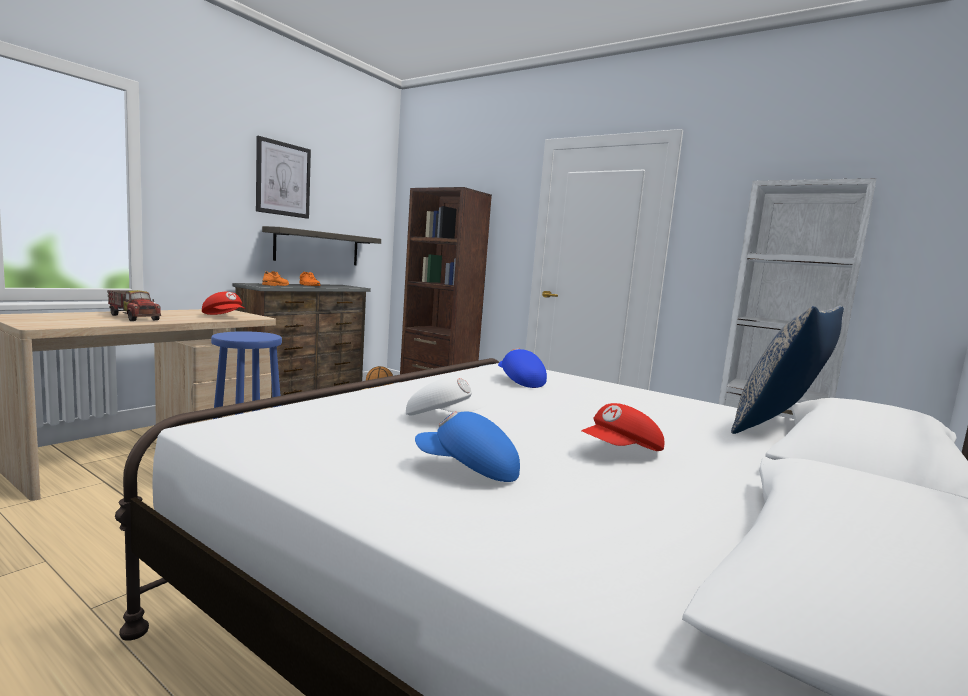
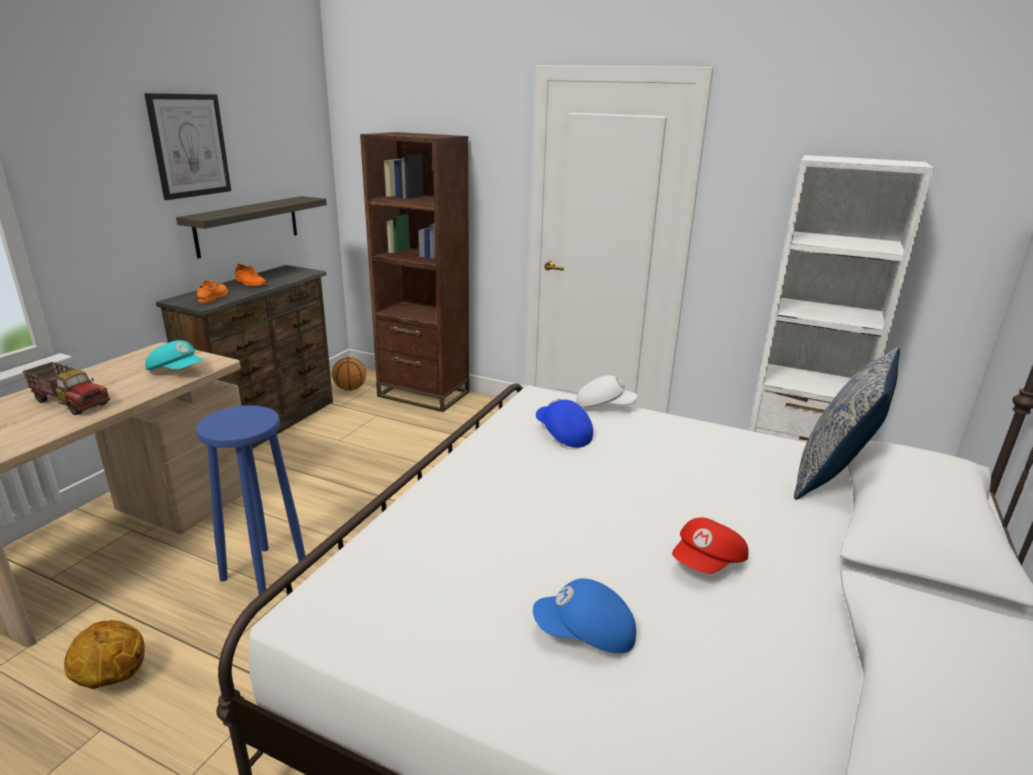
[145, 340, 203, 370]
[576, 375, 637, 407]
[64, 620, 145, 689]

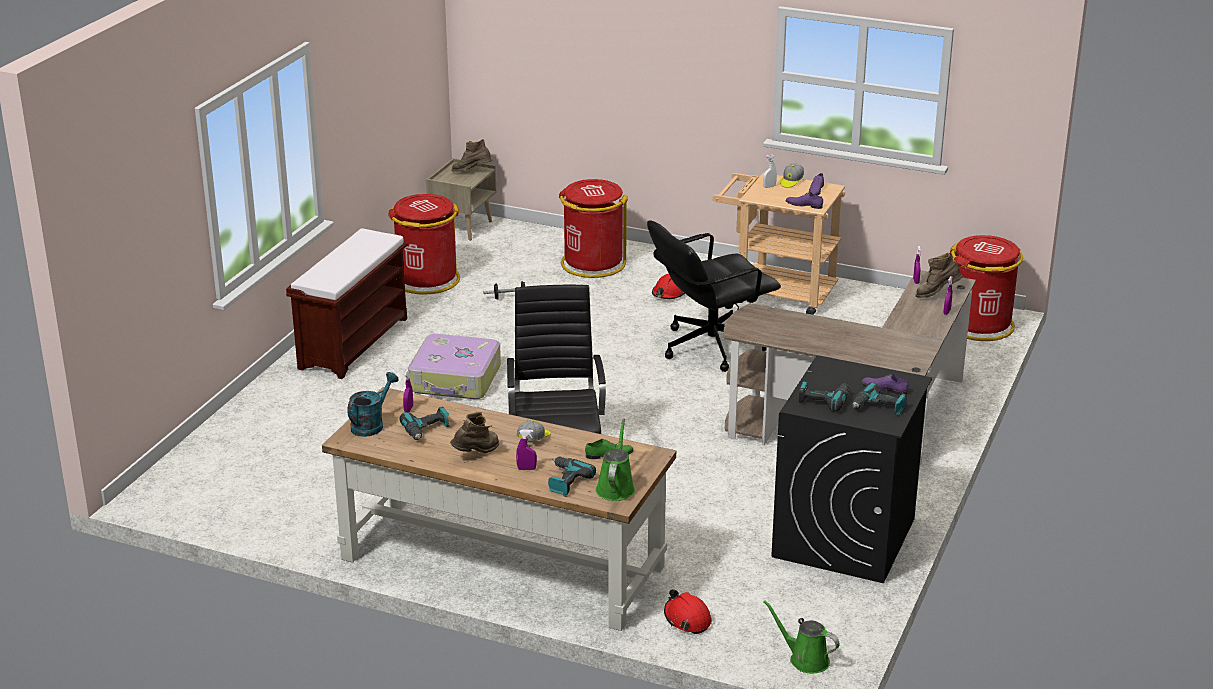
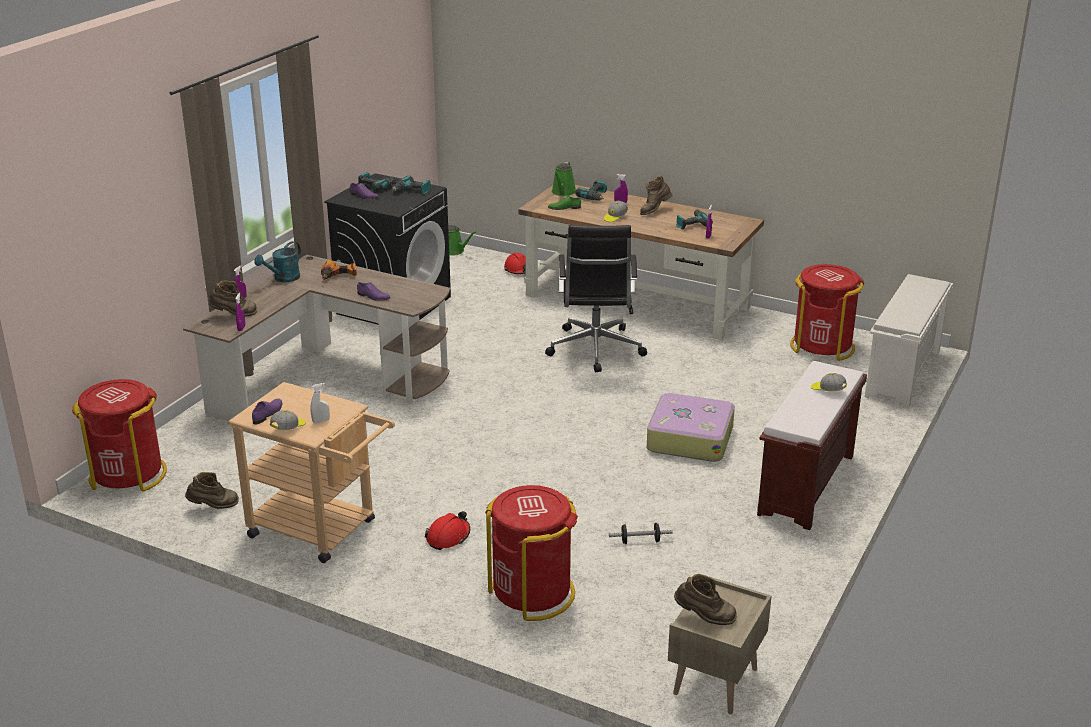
[357, 282, 391, 301]
[790, 264, 864, 361]
[647, 220, 781, 372] (first image)
[254, 241, 301, 282]
[321, 260, 357, 282]
[865, 274, 953, 408]
[811, 373, 847, 391]
[185, 472, 239, 509]

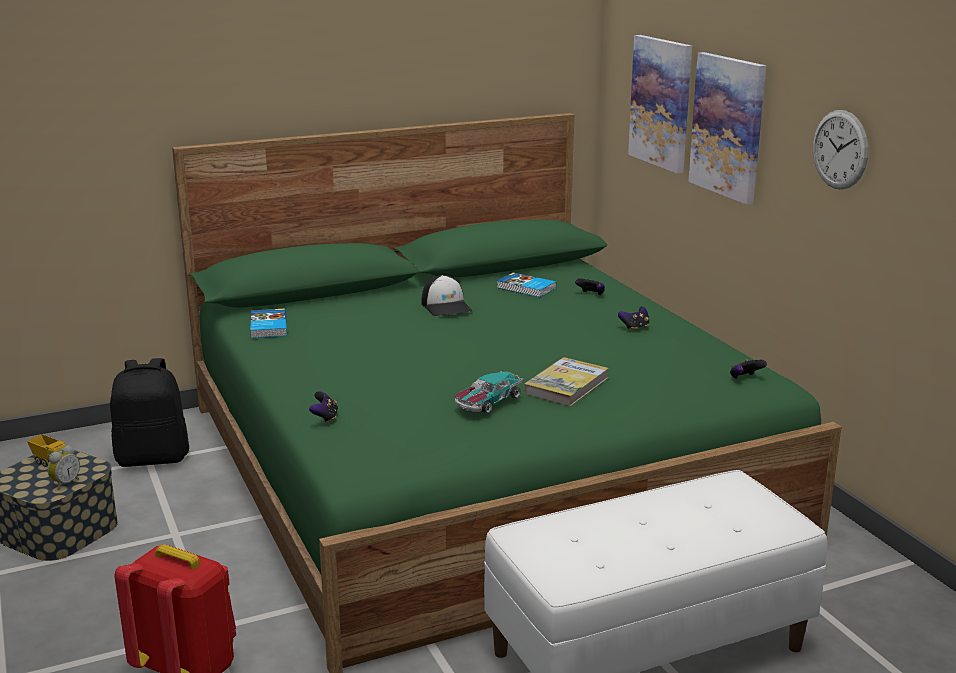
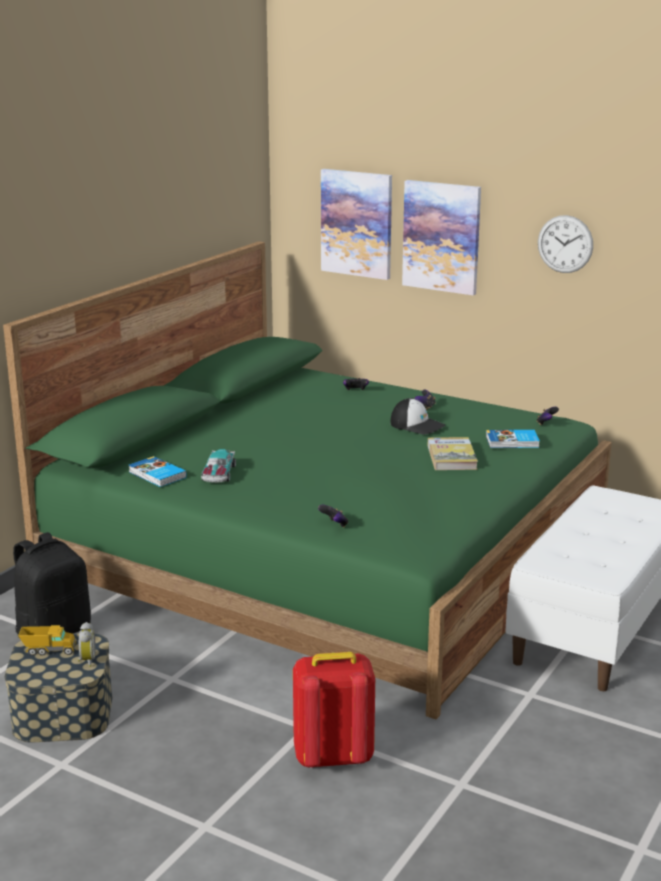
[486, 430, 540, 448]
[390, 398, 445, 435]
[201, 449, 236, 483]

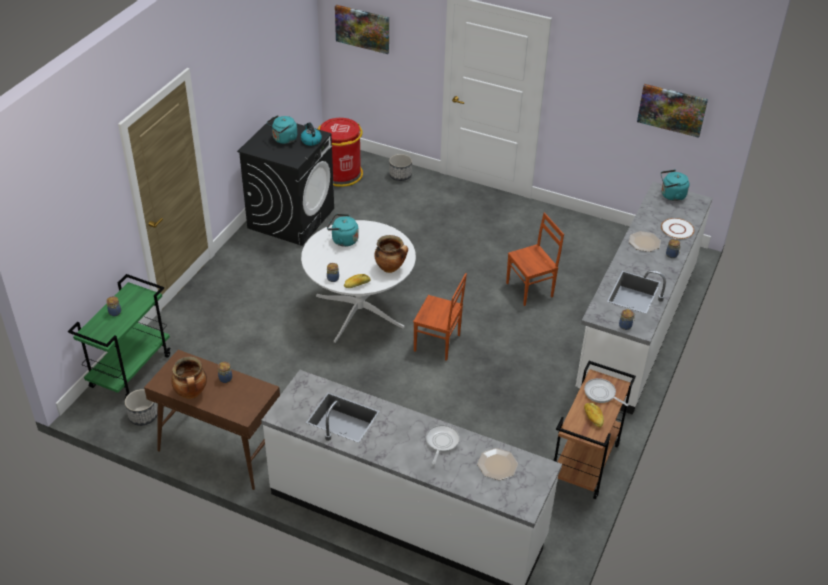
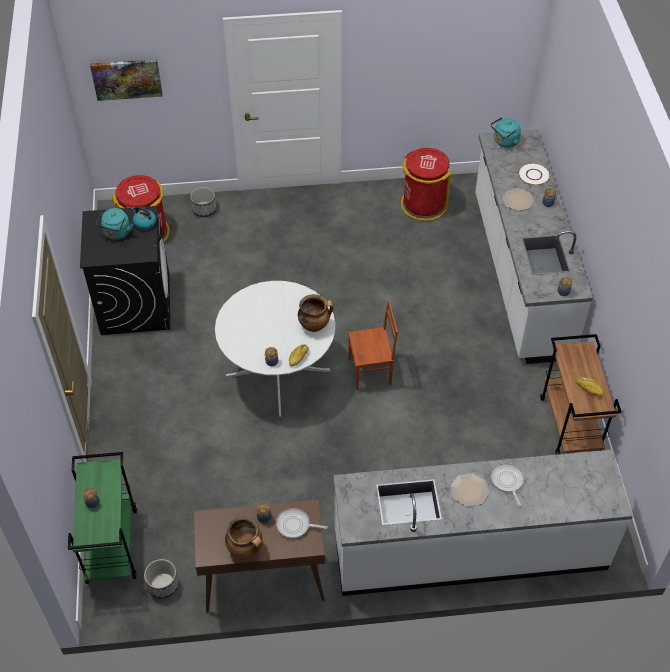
[637, 84, 708, 138] (first image)
[506, 213, 564, 306] (first image)
[327, 214, 359, 247] (first image)
[276, 508, 327, 539]
[450, 473, 489, 507]
[401, 148, 451, 221]

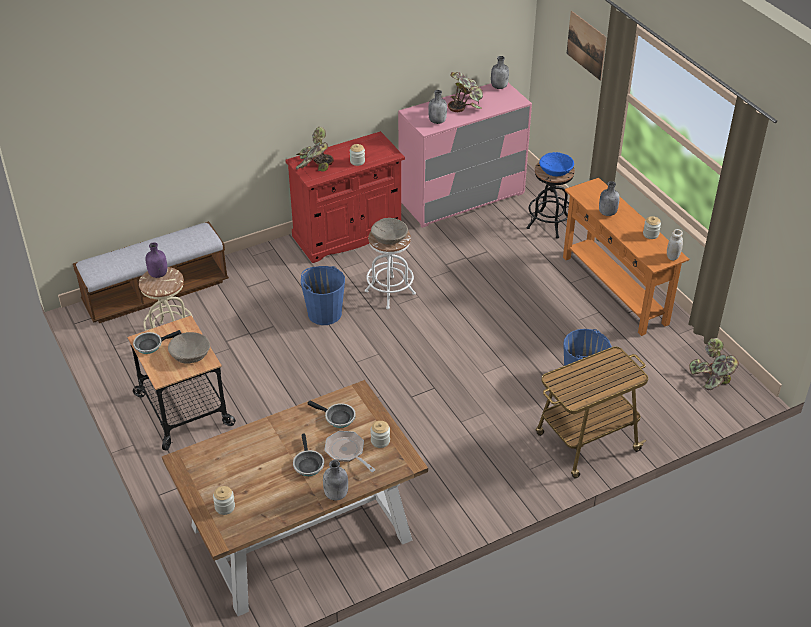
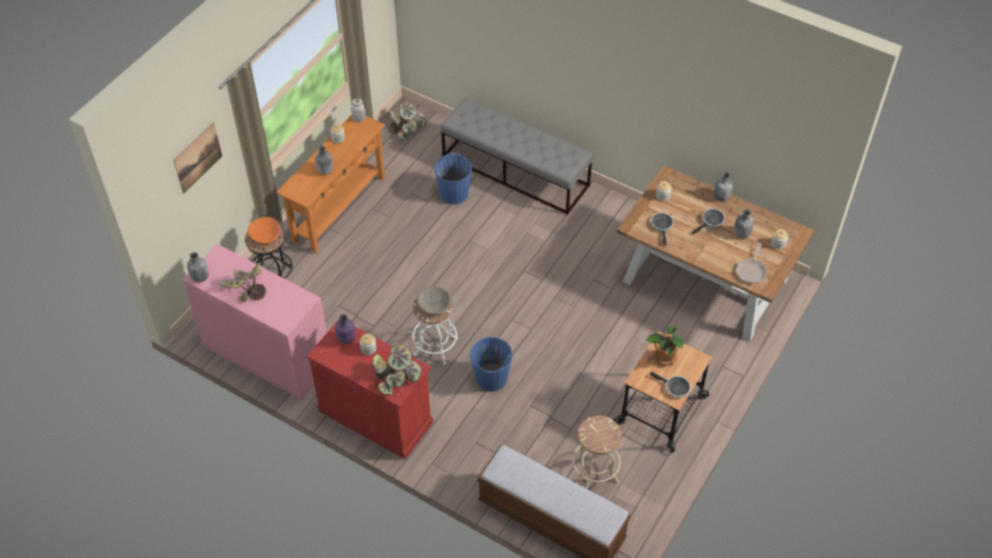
[734, 210, 754, 239]
[248, 217, 280, 245]
[335, 314, 356, 344]
[646, 326, 684, 366]
[441, 98, 593, 215]
[736, 243, 767, 284]

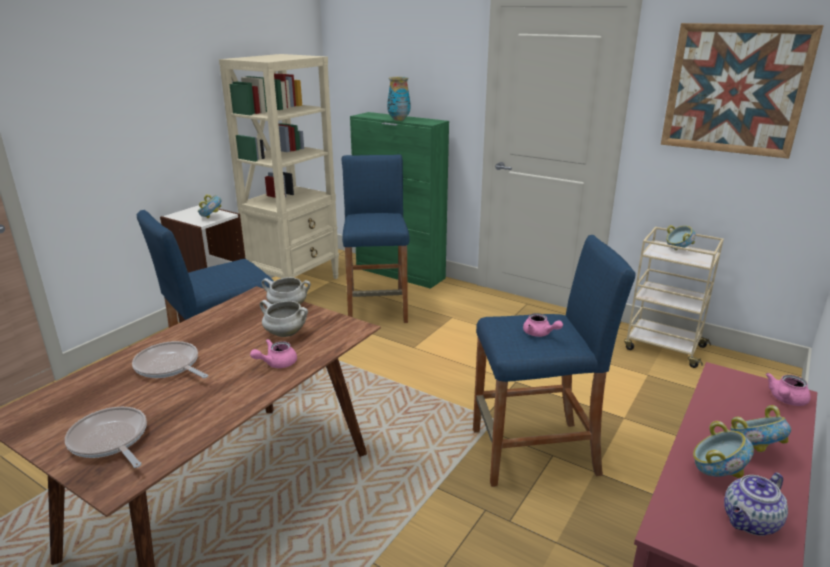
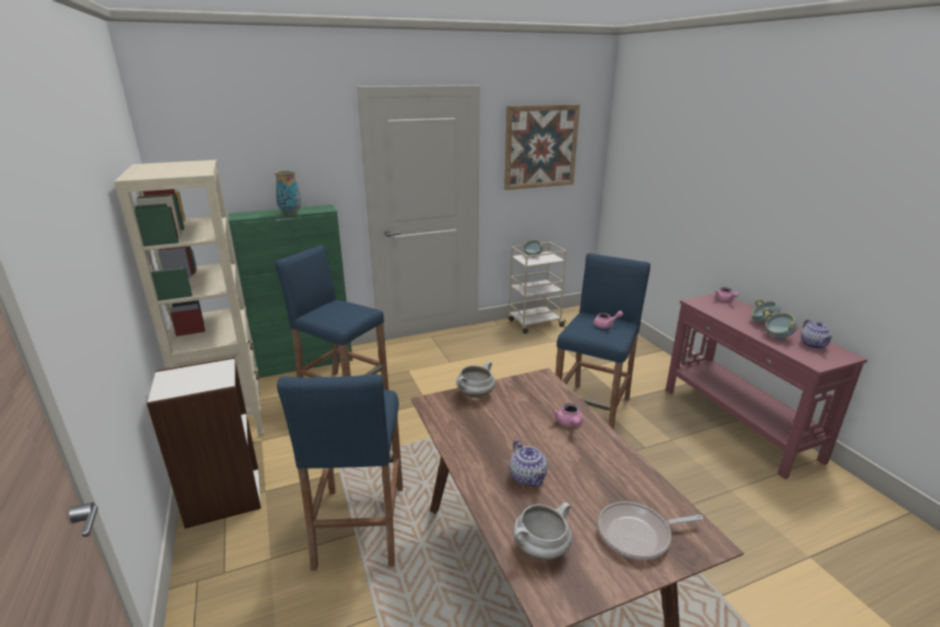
[198, 194, 221, 218] (first image)
[513, 502, 572, 560]
[509, 440, 548, 487]

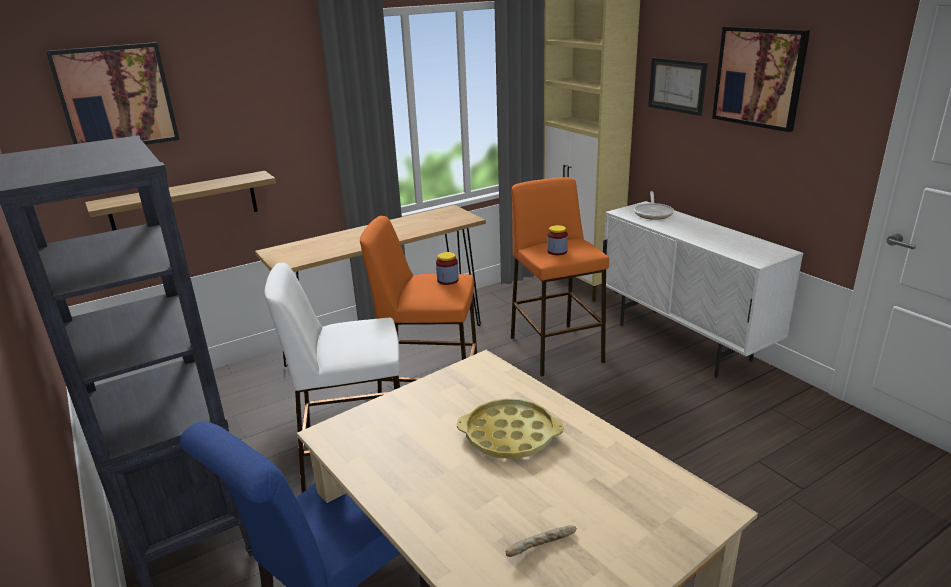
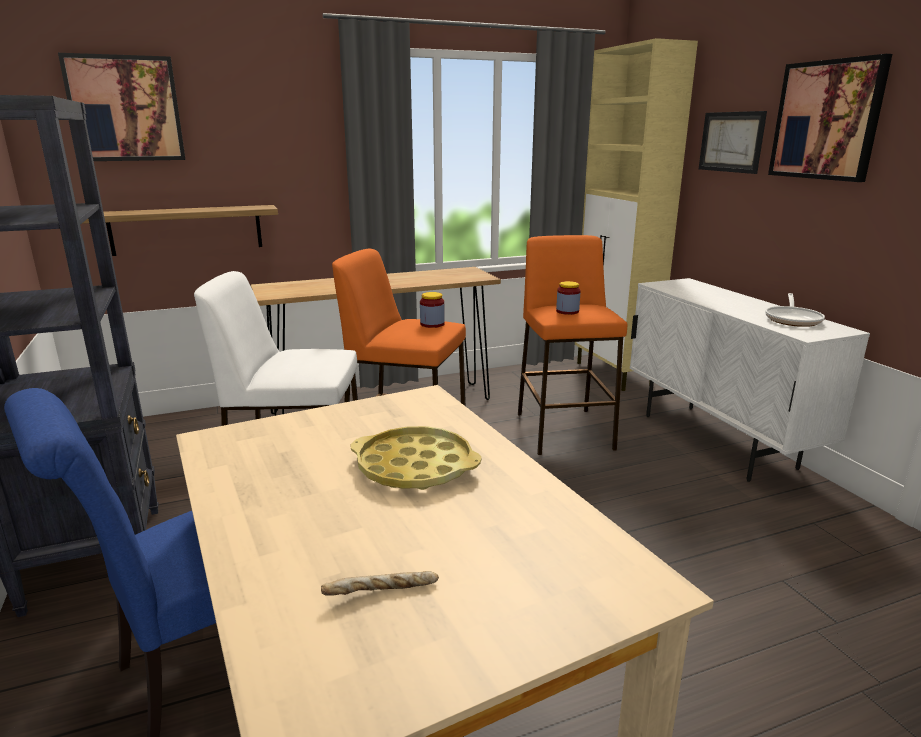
[765, 293, 825, 327]

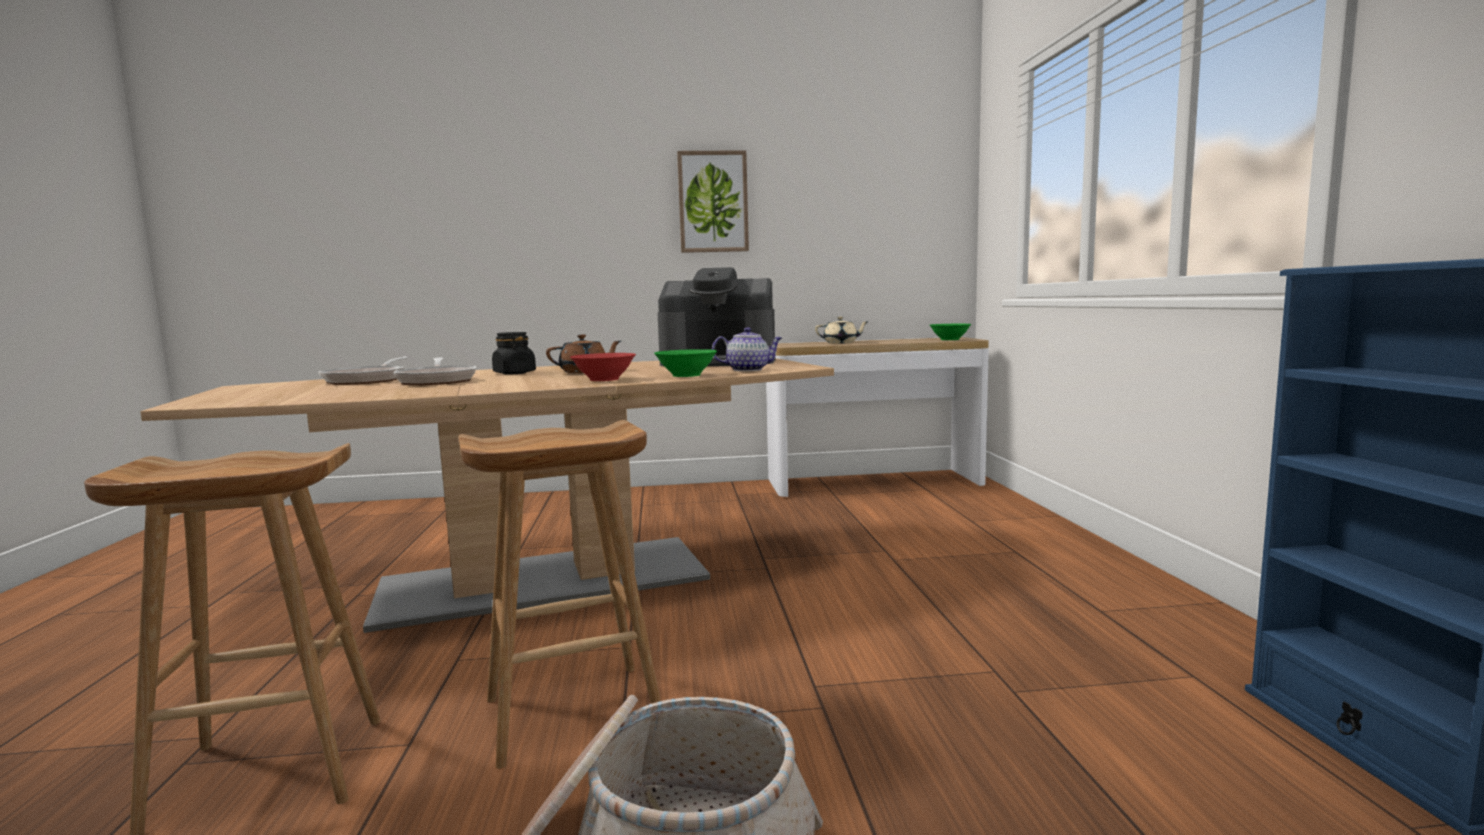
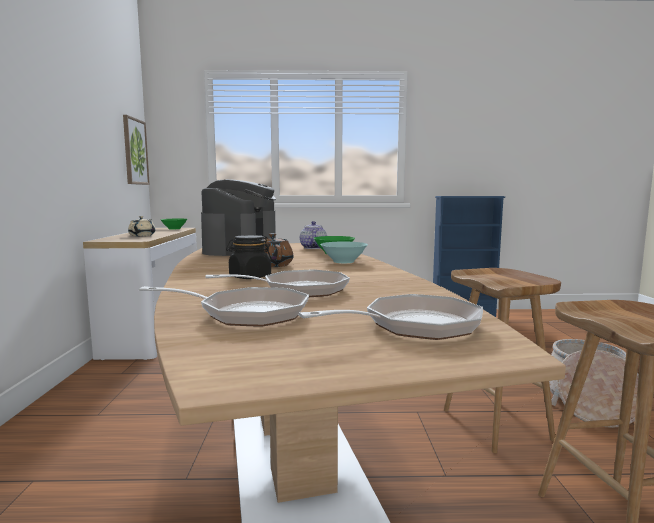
[123, 115, 150, 185]
[320, 242, 368, 263]
[298, 294, 483, 340]

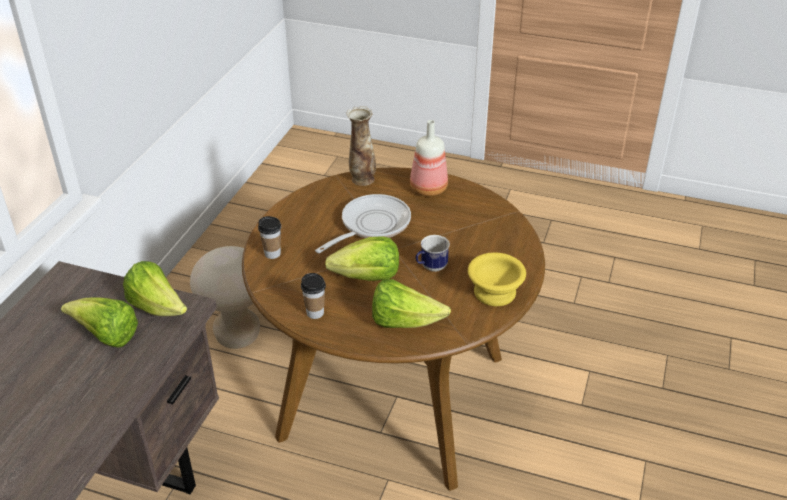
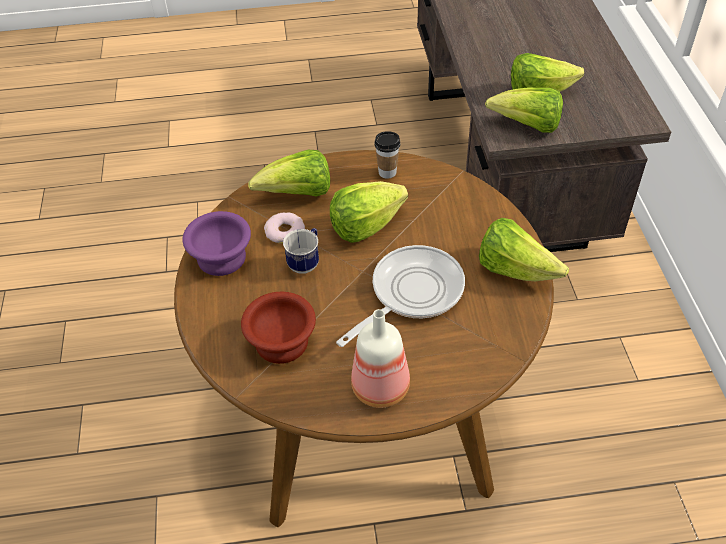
[347, 106, 376, 186] (first image)
[336, 245, 465, 347]
[258, 216, 281, 259] (first image)
[190, 246, 260, 349] (first image)
[182, 211, 251, 276]
[264, 212, 305, 244]
[479, 218, 569, 281]
[241, 292, 316, 364]

